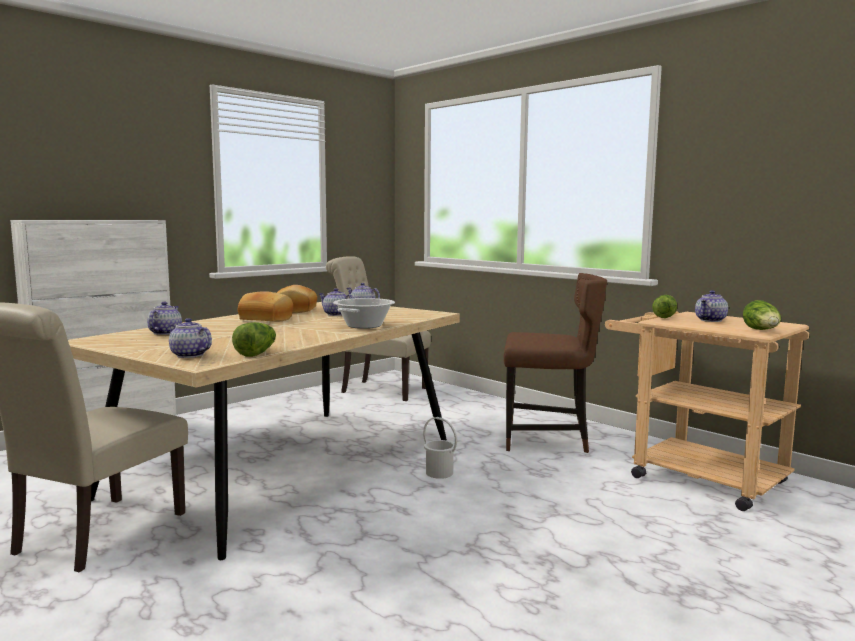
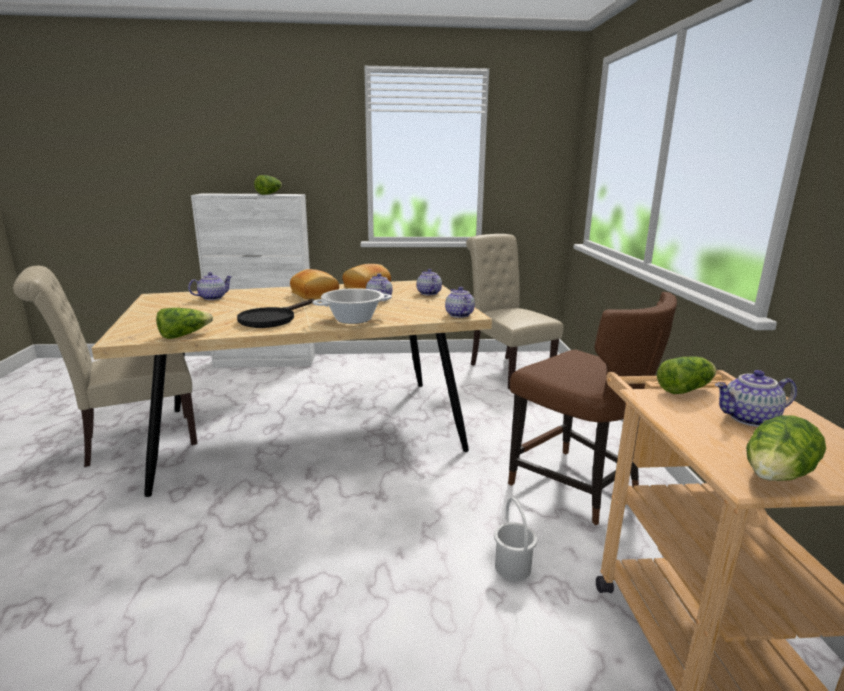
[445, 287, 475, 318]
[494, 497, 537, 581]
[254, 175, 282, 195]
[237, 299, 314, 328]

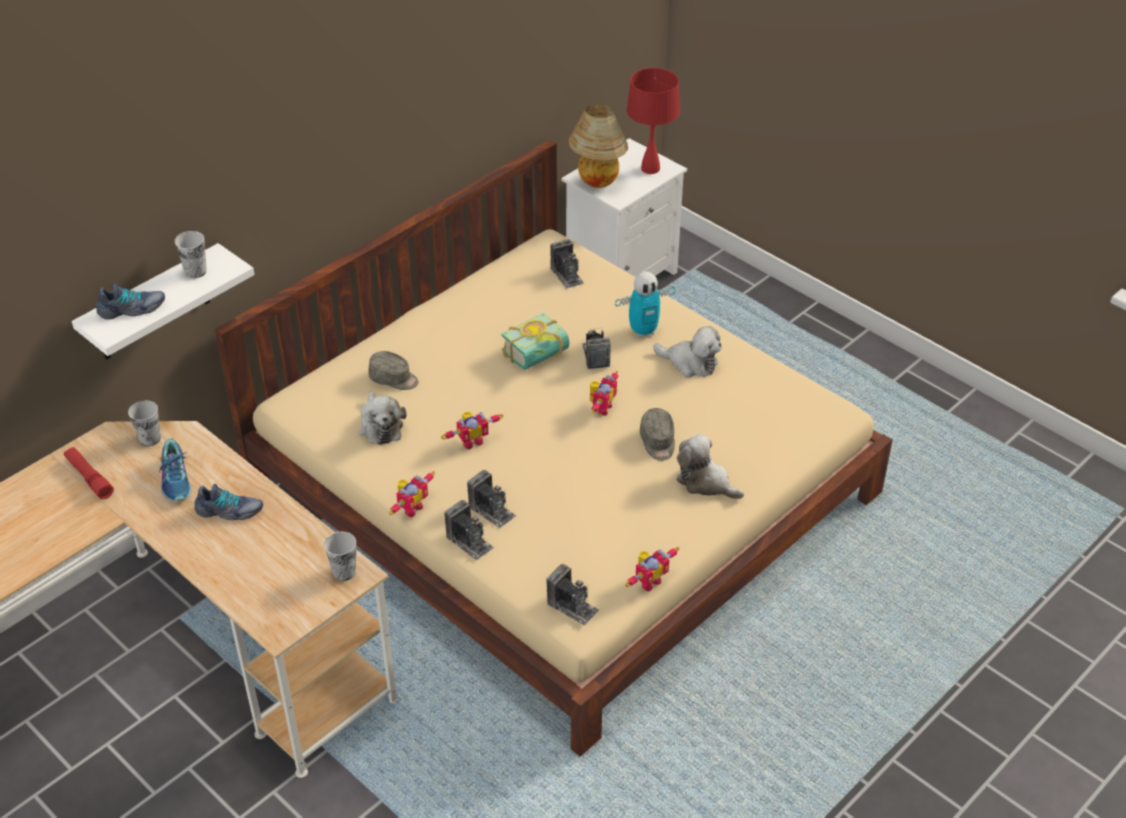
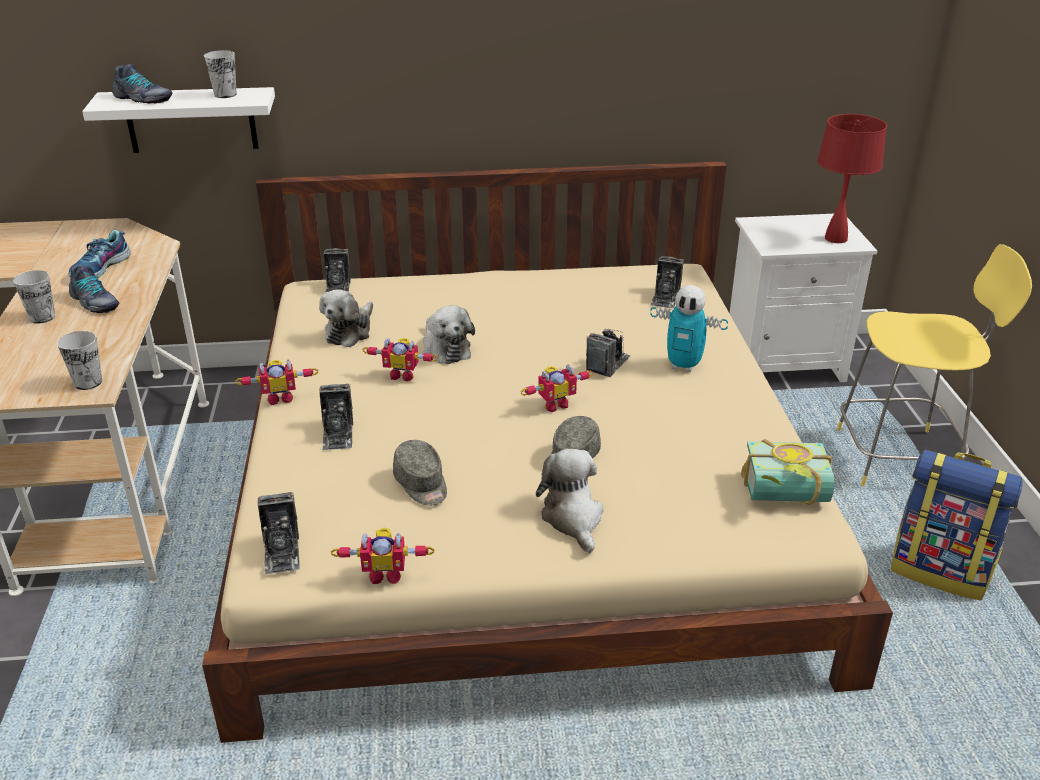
[569, 104, 628, 188] (first image)
[741, 439, 834, 505]
[422, 305, 475, 364]
[393, 440, 447, 506]
[13, 270, 55, 324]
[64, 447, 114, 499] (first image)
[324, 248, 351, 292]
[837, 244, 1032, 486]
[891, 450, 1023, 601]

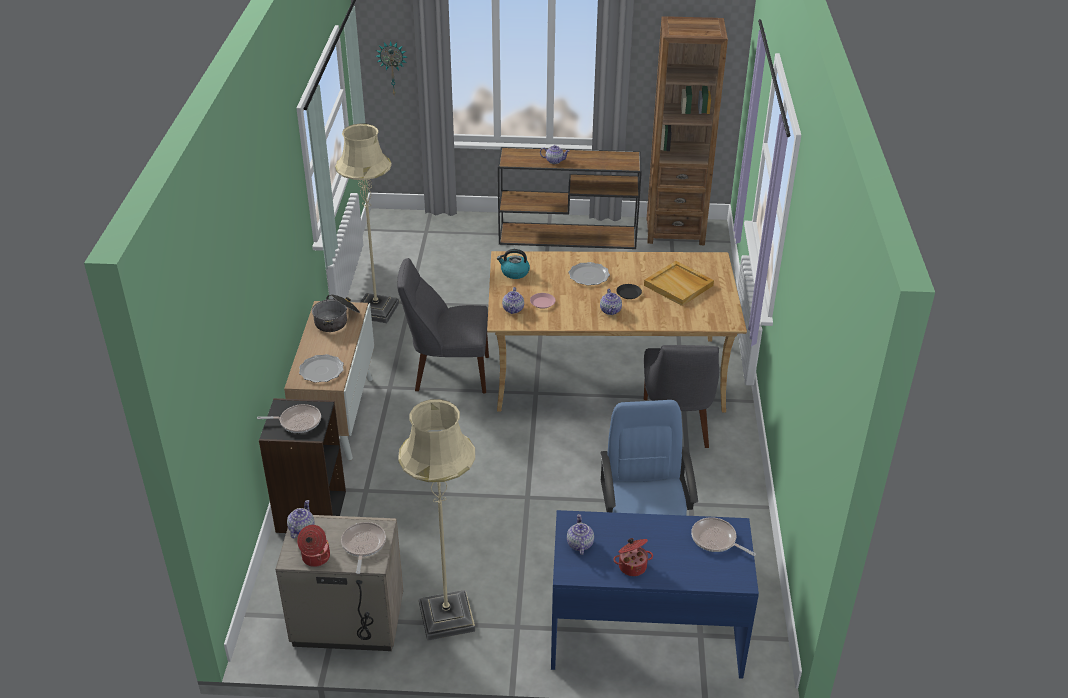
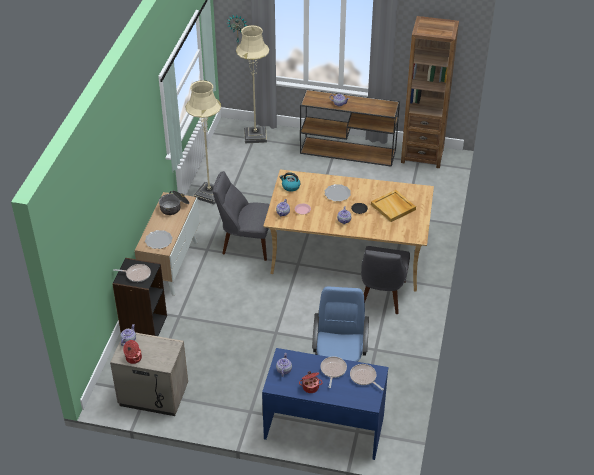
[236, 25, 269, 143]
[321, 357, 347, 388]

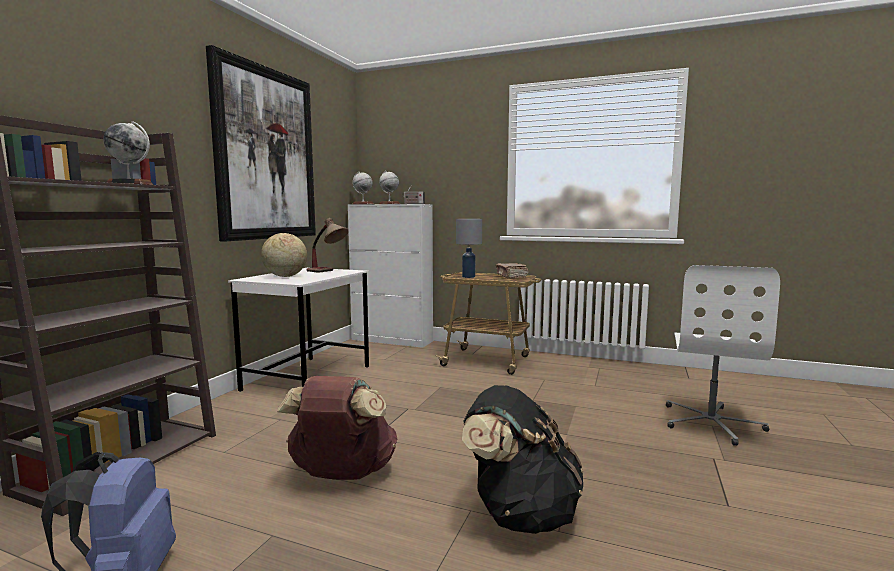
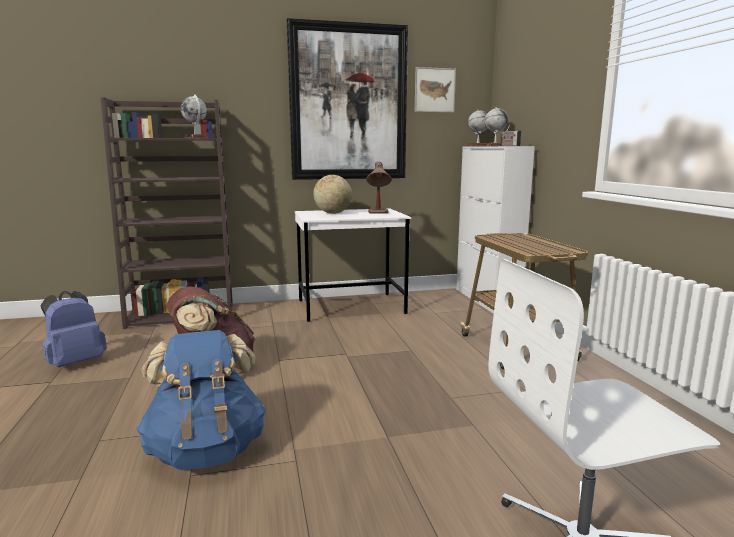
[456, 219, 482, 278] (first image)
[496, 263, 528, 279] (first image)
[136, 330, 266, 470]
[415, 67, 456, 113]

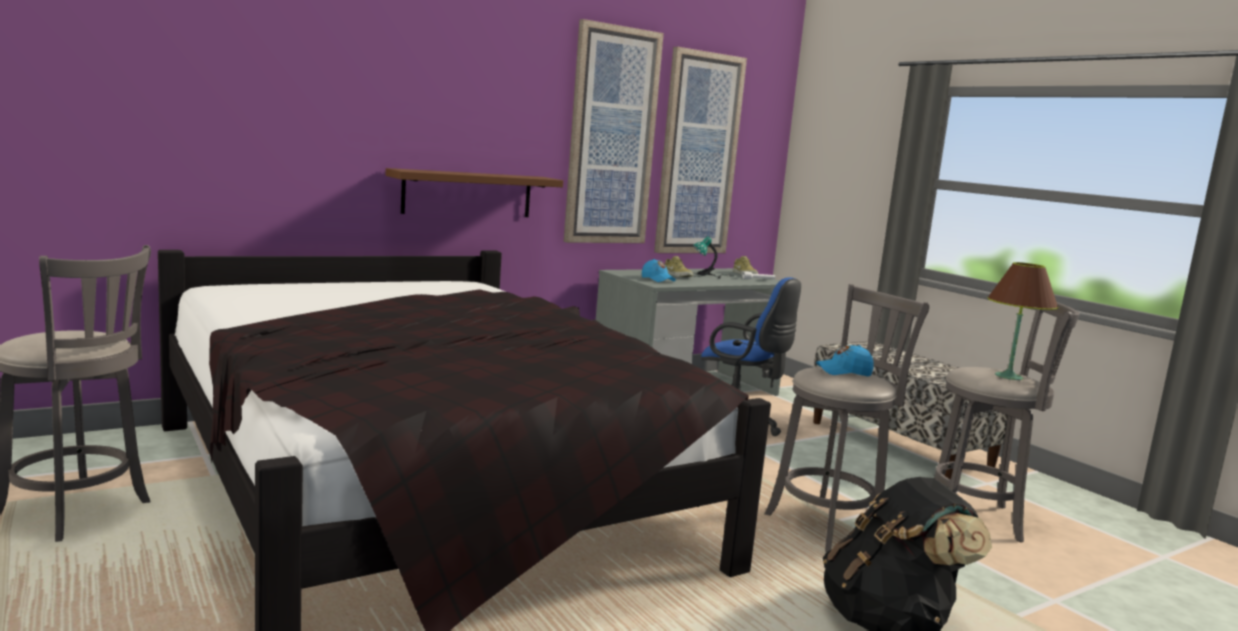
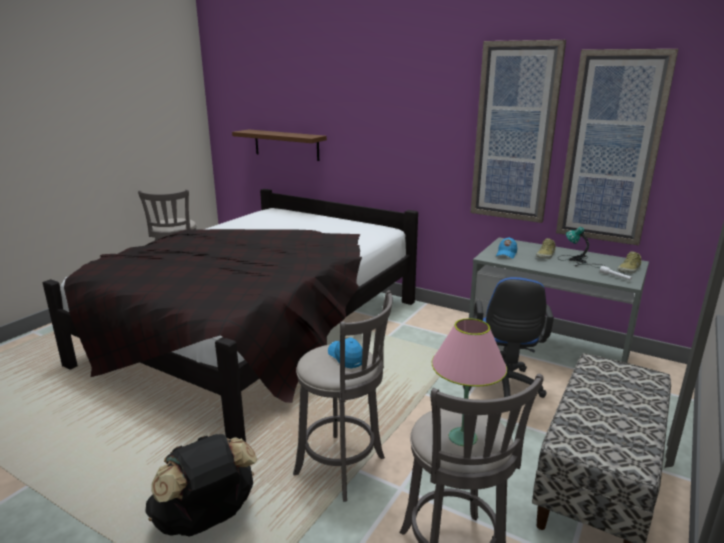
[232, 129, 327, 161]
[432, 318, 507, 446]

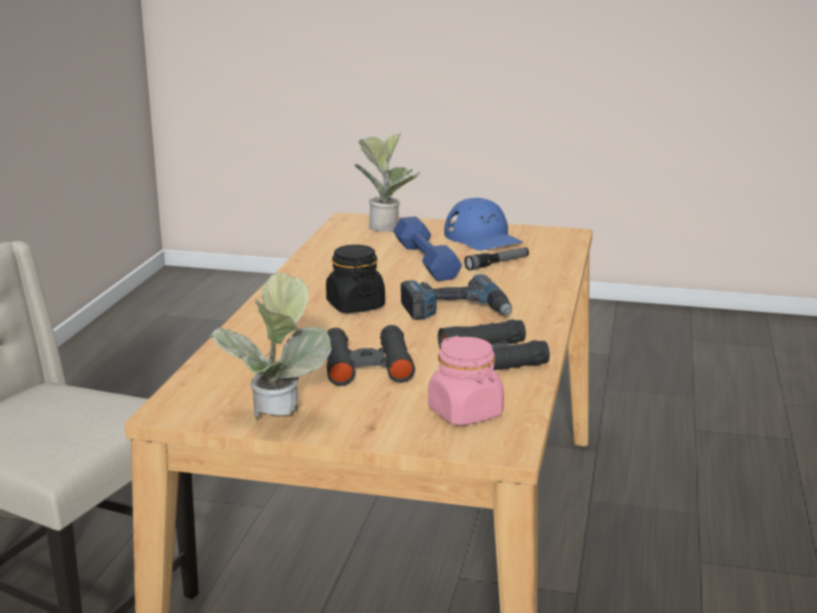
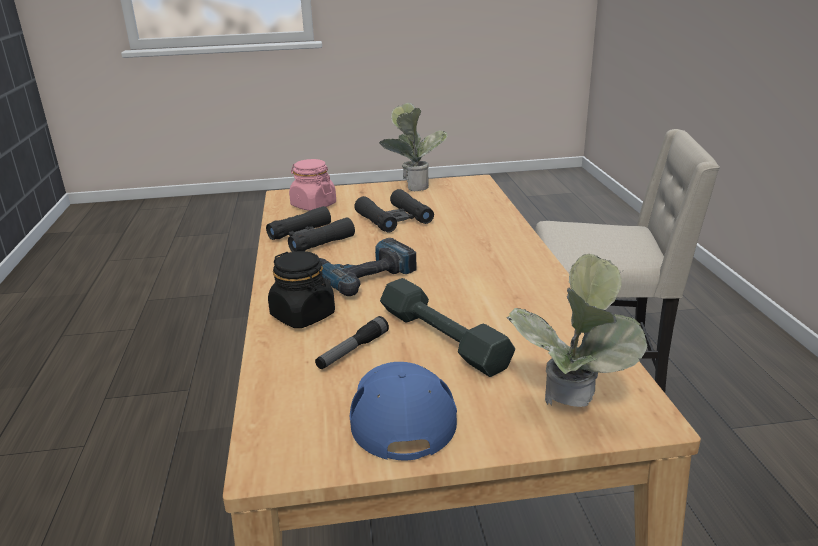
[350, 362, 457, 461]
[380, 278, 515, 377]
[268, 251, 335, 328]

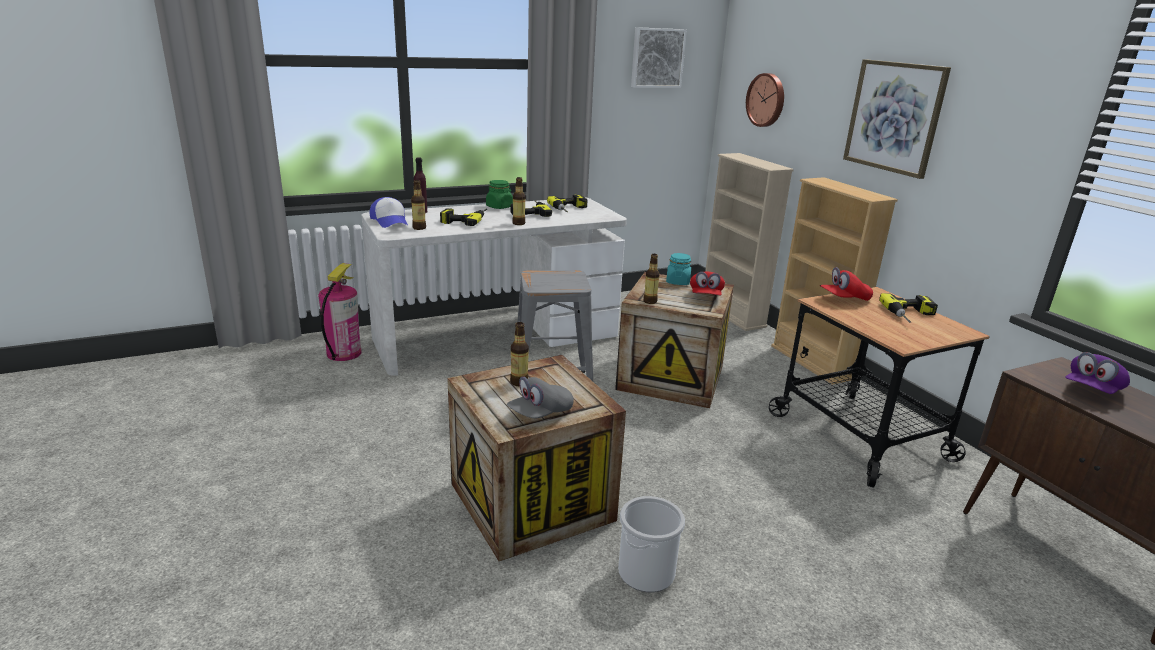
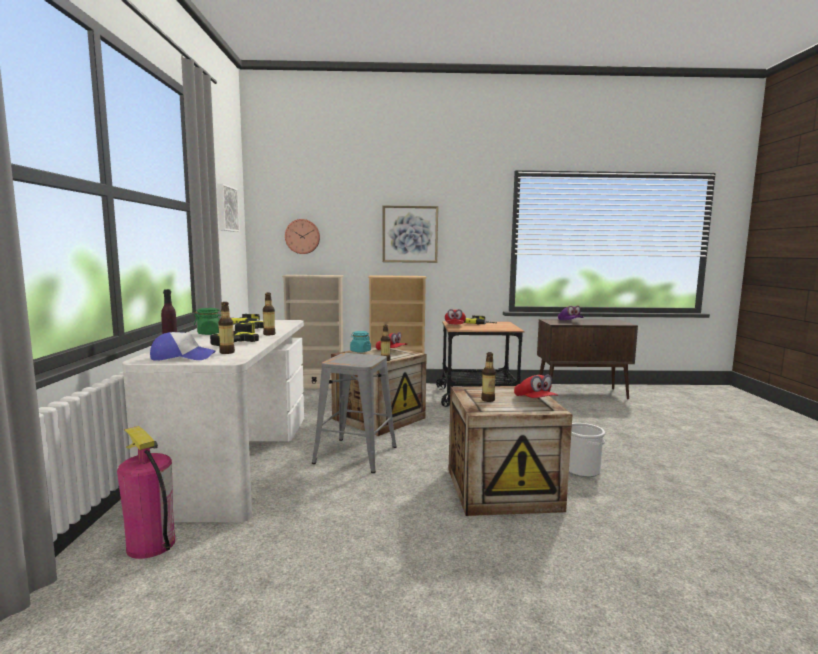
[514, 374, 558, 398]

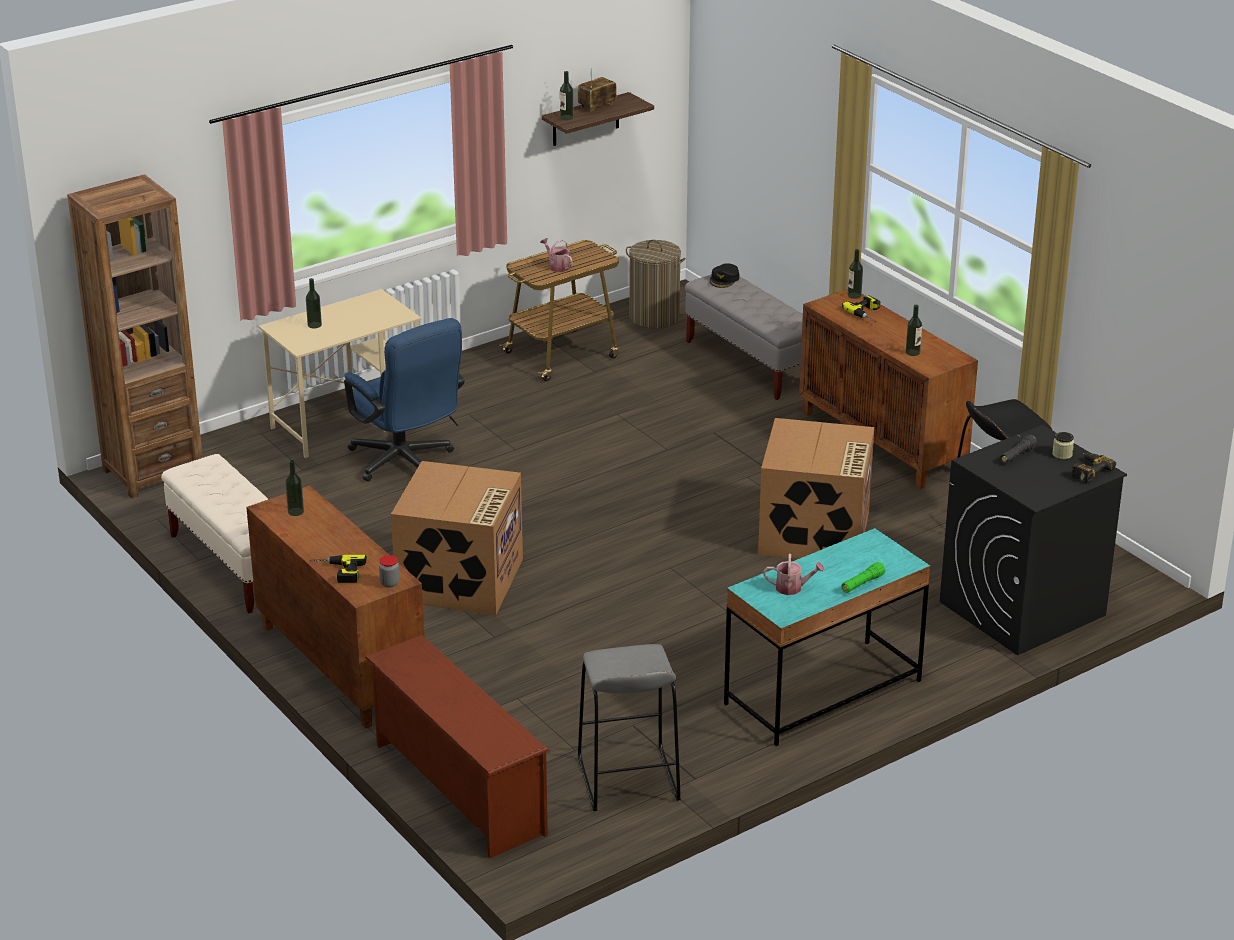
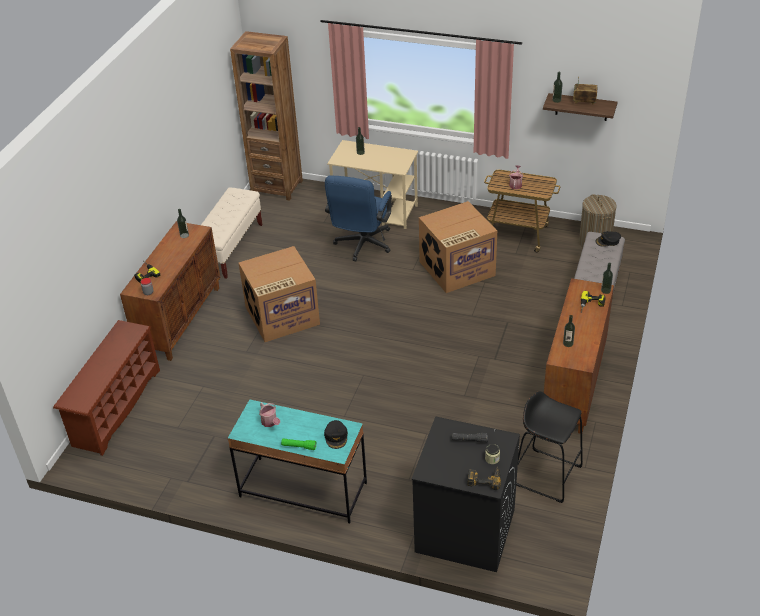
[419, 201, 497, 293]
[578, 644, 681, 811] (first image)
[324, 420, 348, 449]

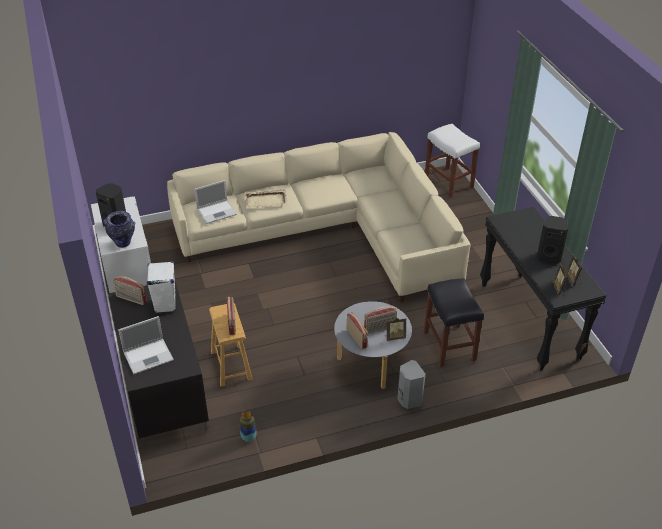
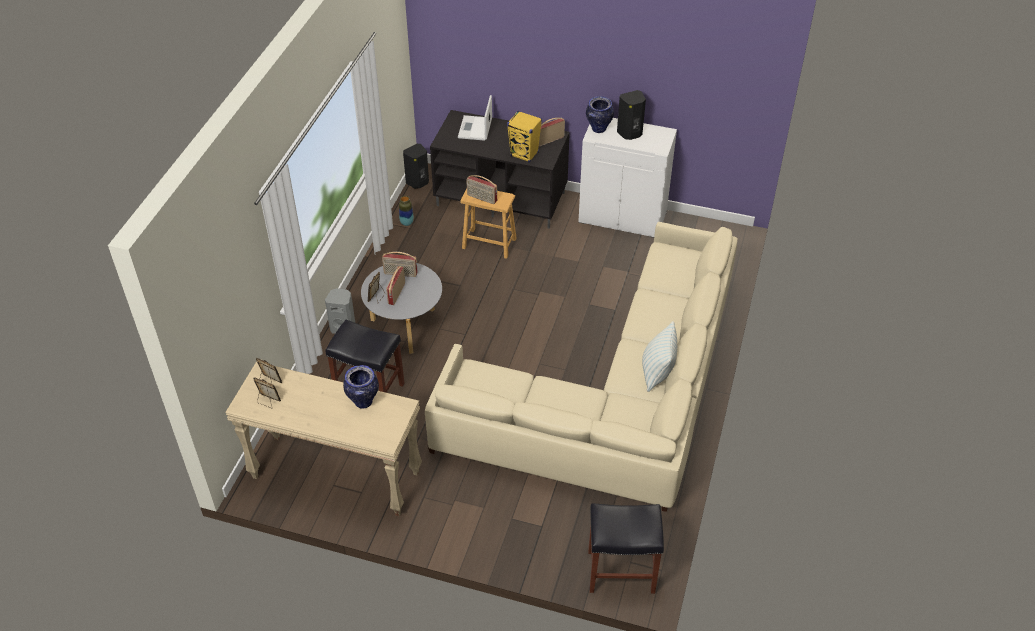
[588, 503, 664, 594]
[194, 180, 237, 224] (first image)
[244, 189, 288, 209] (first image)
[225, 362, 422, 516]
[403, 144, 429, 189]
[507, 111, 542, 163]
[642, 321, 677, 392]
[343, 365, 379, 409]

